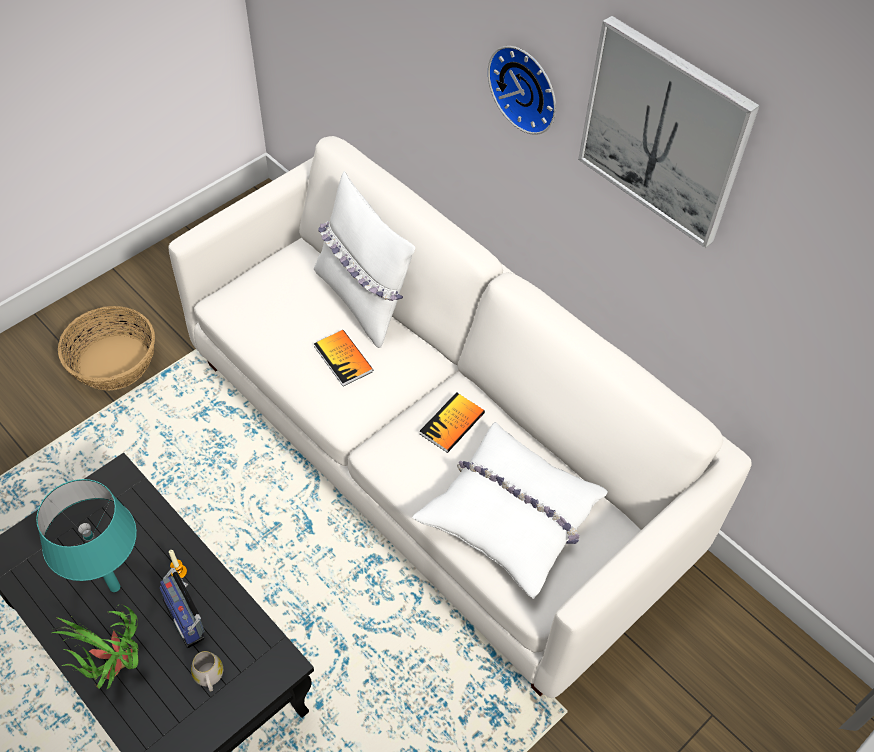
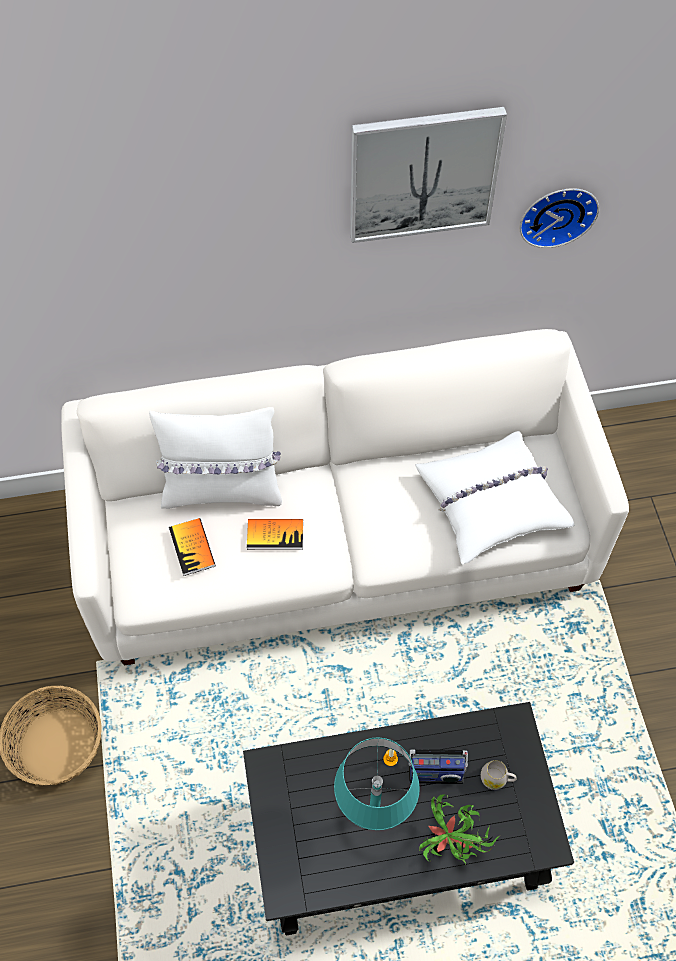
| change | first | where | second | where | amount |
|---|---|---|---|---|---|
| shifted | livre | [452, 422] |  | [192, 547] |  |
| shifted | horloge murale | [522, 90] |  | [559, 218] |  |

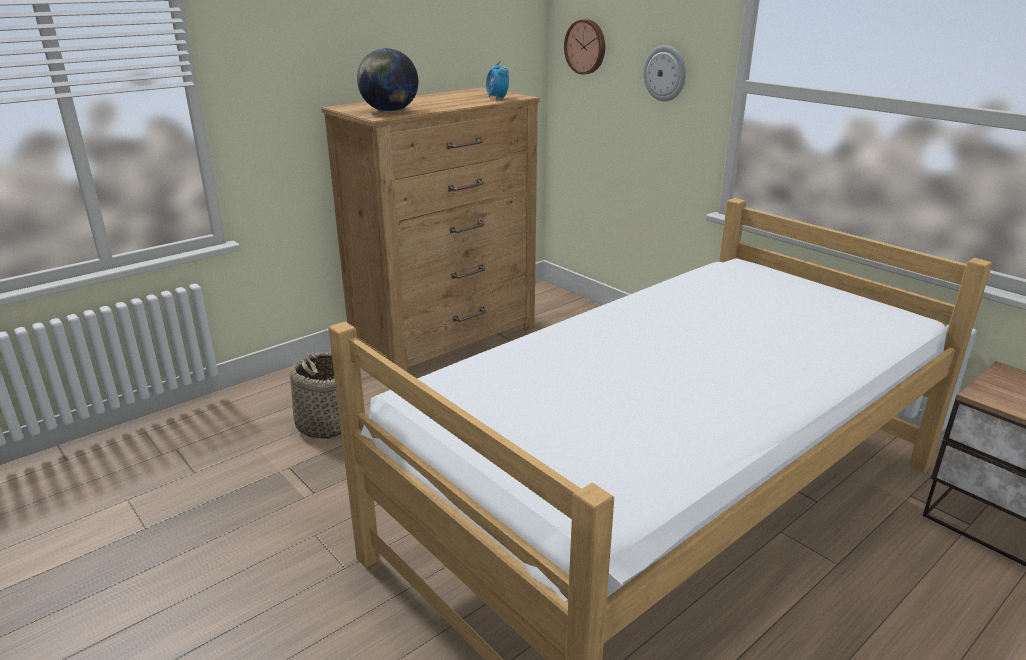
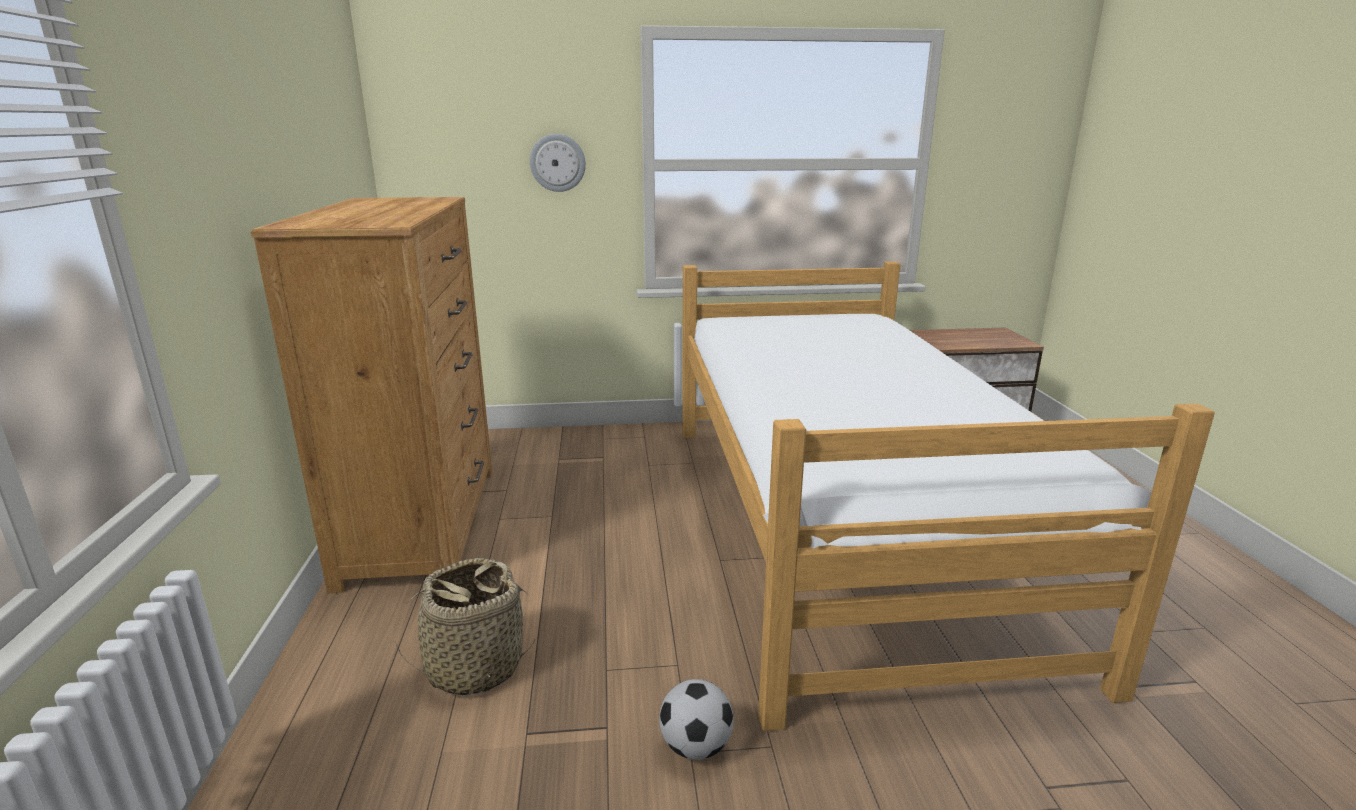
| change | first | where | second | where | amount |
|---|---|---|---|---|---|
| gone | globe | [387, 80] |  |  |  |
| gone | réveil | [497, 80] |  |  |  |
| gone | horloge murale | [584, 47] |  |  |  |
| new |  |  | ballon de foot | [696, 719] |  |

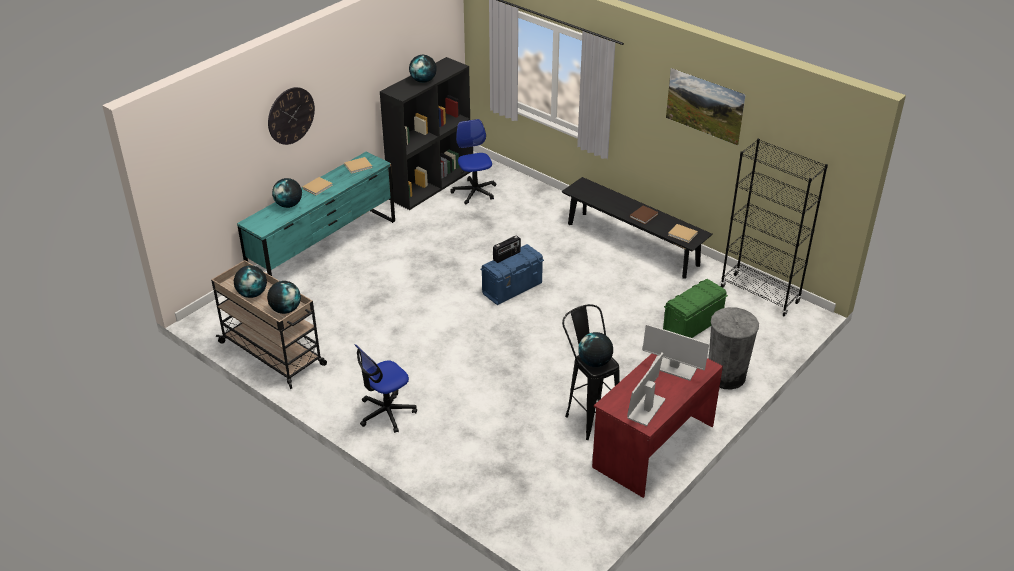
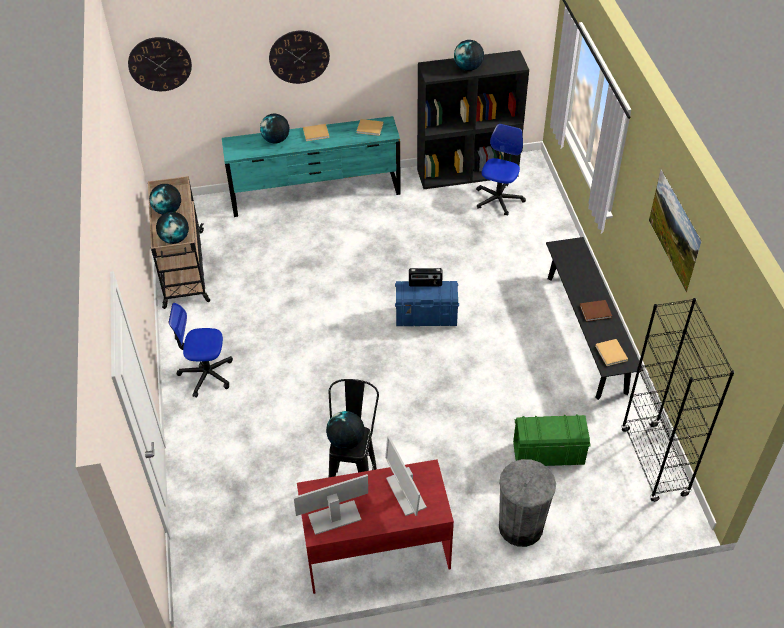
| change | first | where | second | where | amount |
|---|---|---|---|---|---|
| new |  |  | horloge murale | [160, 64] |  |

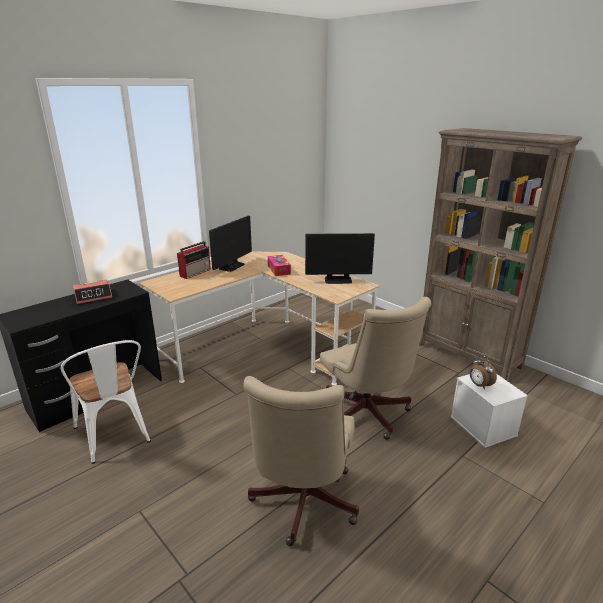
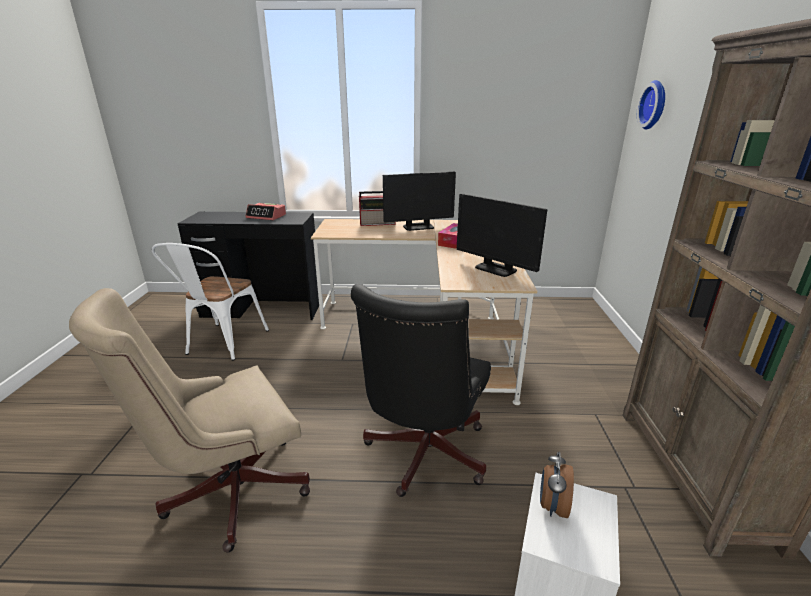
| change | first | where | second | where | amount |
|---|---|---|---|---|---|
| new |  |  | horloge murale | [651, 105] |  |
| repainted | chaise de bureau (beige) | [375, 368] | chaise de bureau (noir) | [421, 390] |  |

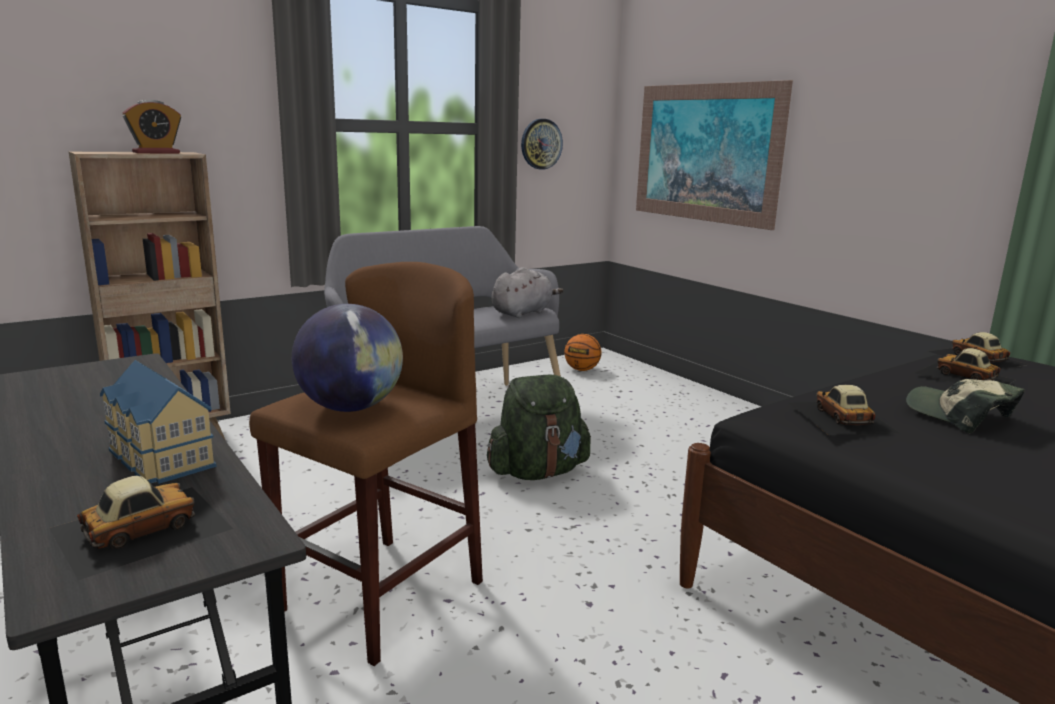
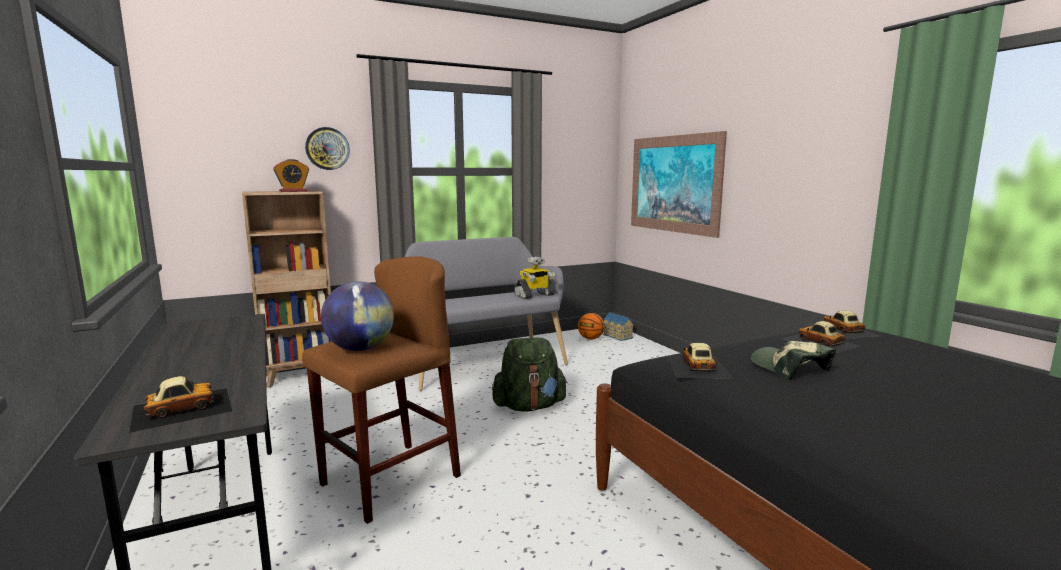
| change | first | where | second | where | amount |
|---|---|---|---|---|---|
| shifted | maison miniature | [158, 422] |  | [618, 326] |  |
| shifted | horloge murale | [542, 144] |  | [327, 148] |  |
| swapped | peluche (gris) | [527, 292] | robot jouet | [534, 278] |  |

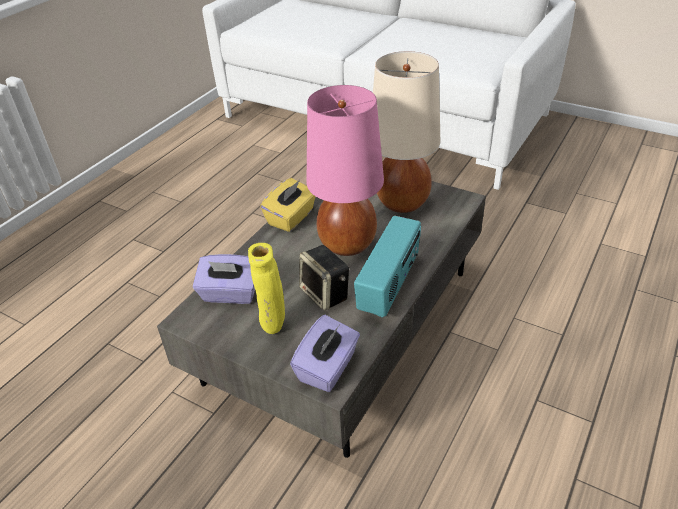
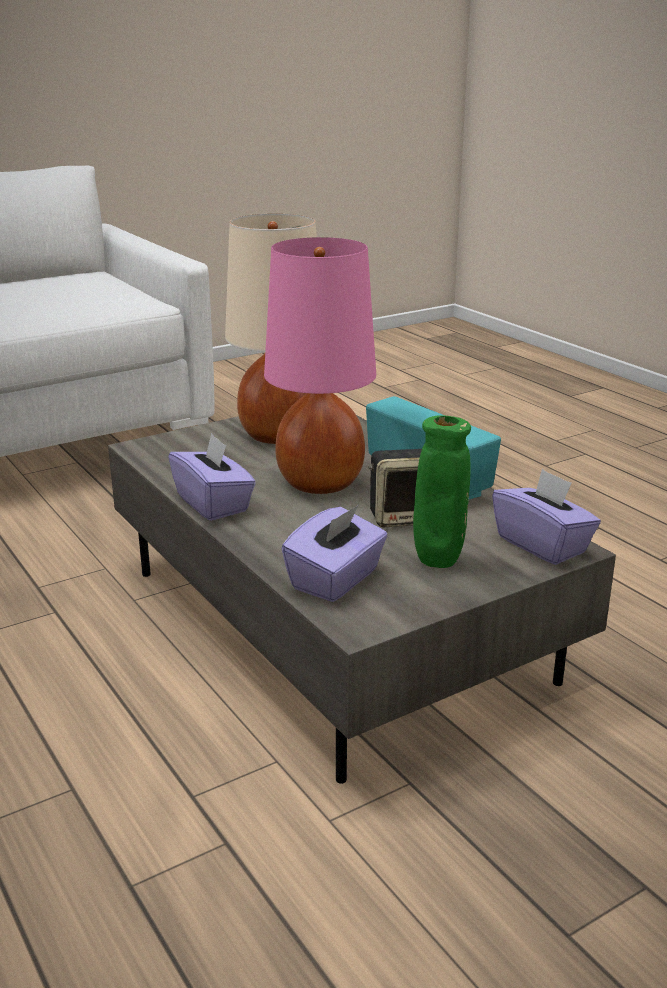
| change | first | where | second | where | amount |
|---|---|---|---|---|---|
| repainted | vase (jaune) | [266, 288] | vase (vert) | [442, 491] |  |
| repainted | boîte à mouchoirs (jaune) | [288, 205] | boîte à mouchoirs (violet) | [212, 477] |  |

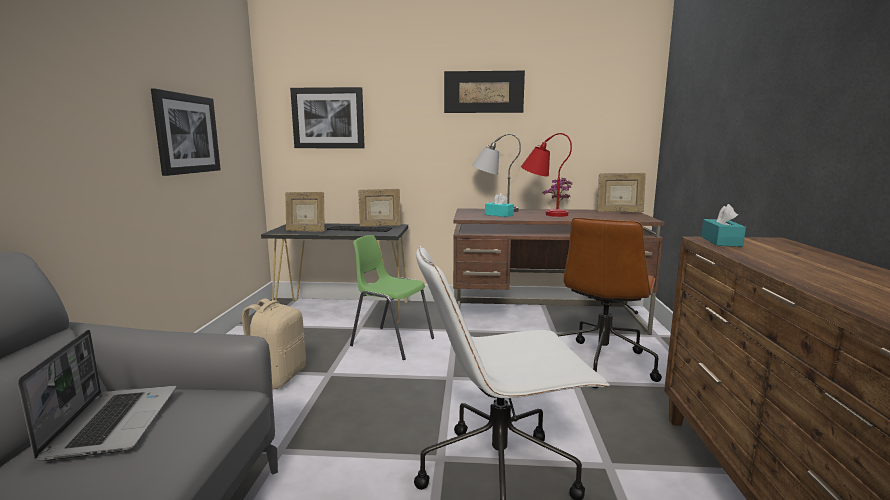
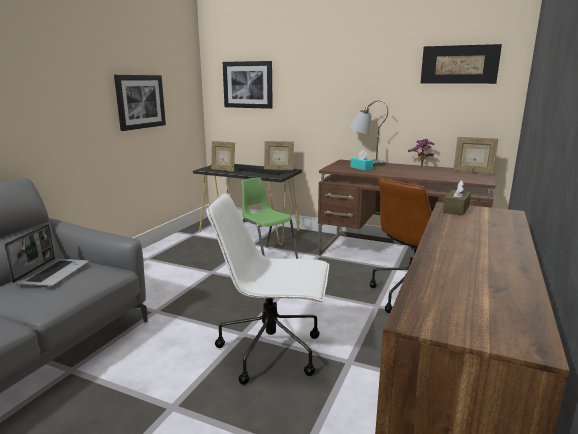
| change | first | where | second | where | amount |
|---|---|---|---|---|---|
| gone | sac à dos (beige) | [274, 344] |  |  |  |
| gone | lampe de table (rouge) | [546, 175] |  |  |  |
| shifted | tableau | [484, 92] |  | [461, 64] |  |
| repainted | boîte à mouchoirs (turquoise) | [723, 225] | boîte à mouchoirs (marron) | [457, 197] |  |

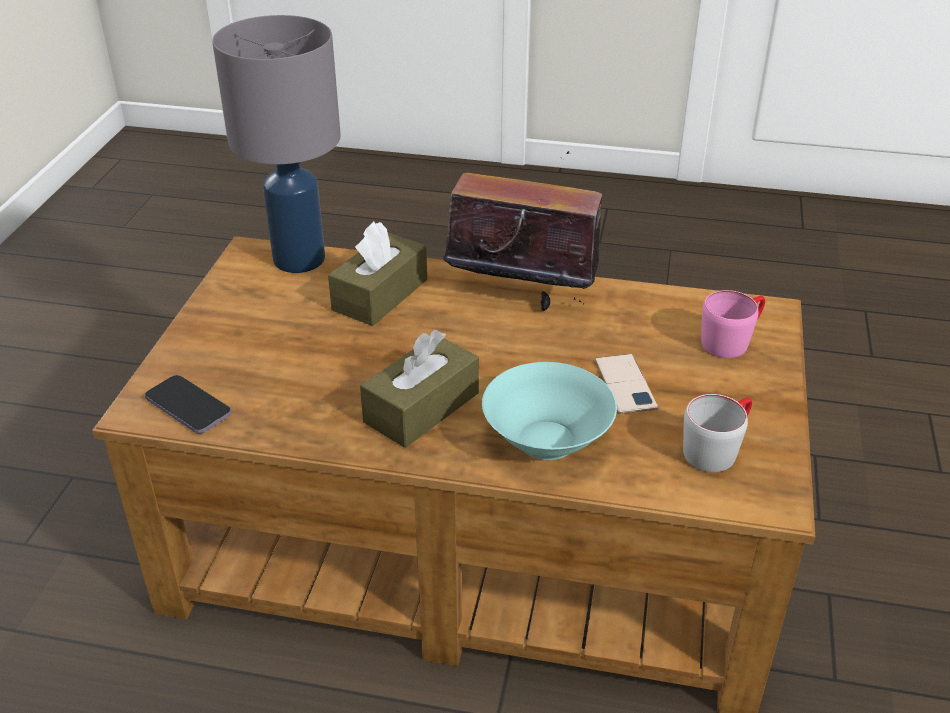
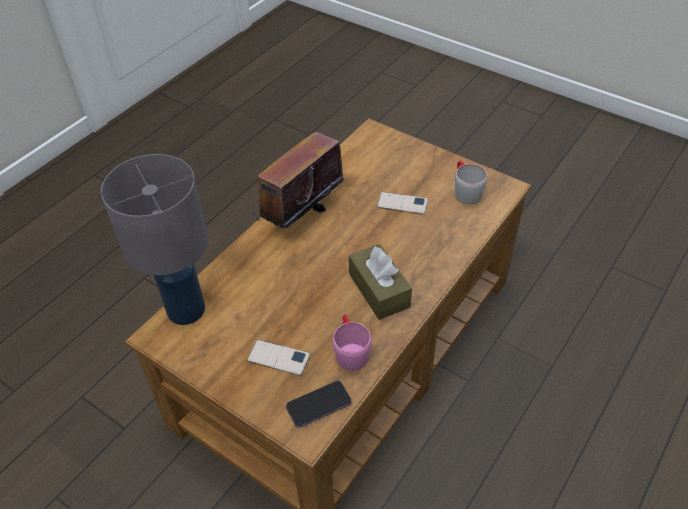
| change | first | where | second | where | amount |
|---|---|---|---|---|---|
| gone | boîte à mouchoirs (marron) | [377, 274] |  |  |  |
| gone | bol (turquoise) | [549, 411] |  |  |  |
| new |  |  | téléphone | [278, 357] |  |
| shifted | mug (rose) | [733, 324] |  | [352, 342] |  |

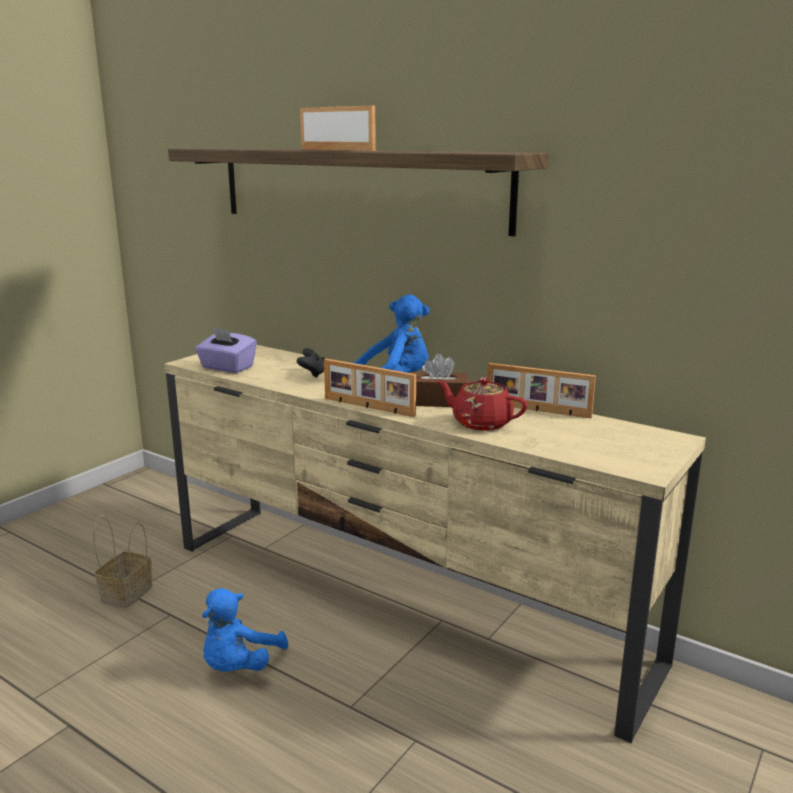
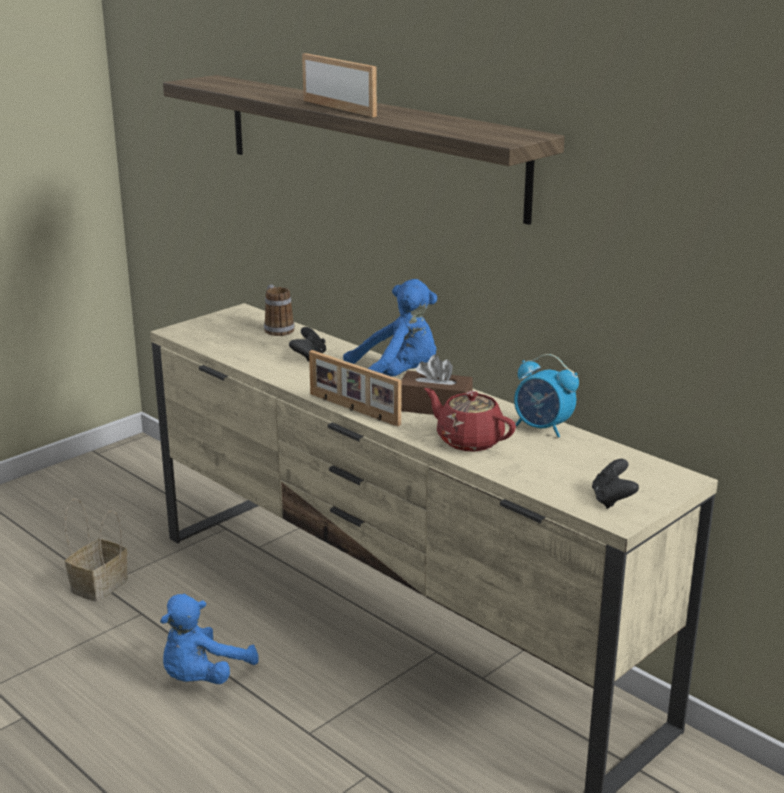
| change | first | where | second | where | amount |
|---|---|---|---|---|---|
| gone | boîte à mouchoirs (violet) | [226, 350] |  |  |  |
| new |  |  | mug | [279, 310] |  |
| new |  |  | manette (noir) | [615, 484] |  |
| swapped | cadre photo | [541, 390] | réveil | [546, 395] |  |

